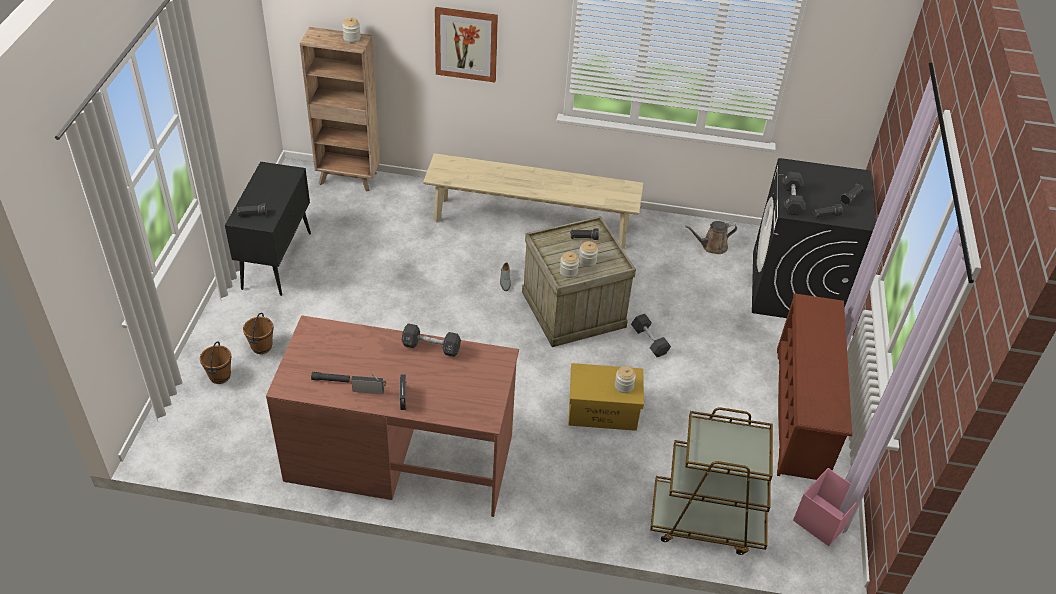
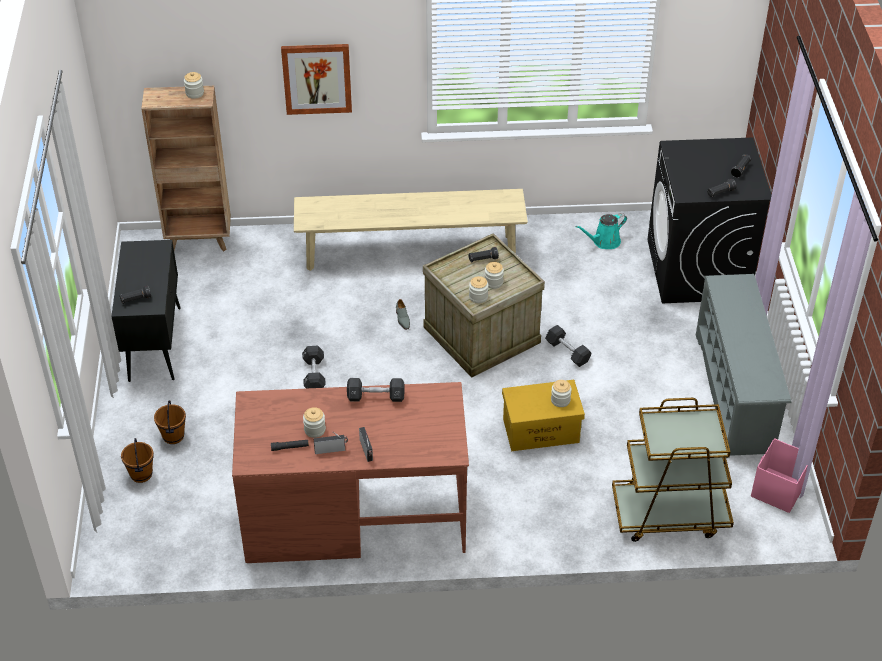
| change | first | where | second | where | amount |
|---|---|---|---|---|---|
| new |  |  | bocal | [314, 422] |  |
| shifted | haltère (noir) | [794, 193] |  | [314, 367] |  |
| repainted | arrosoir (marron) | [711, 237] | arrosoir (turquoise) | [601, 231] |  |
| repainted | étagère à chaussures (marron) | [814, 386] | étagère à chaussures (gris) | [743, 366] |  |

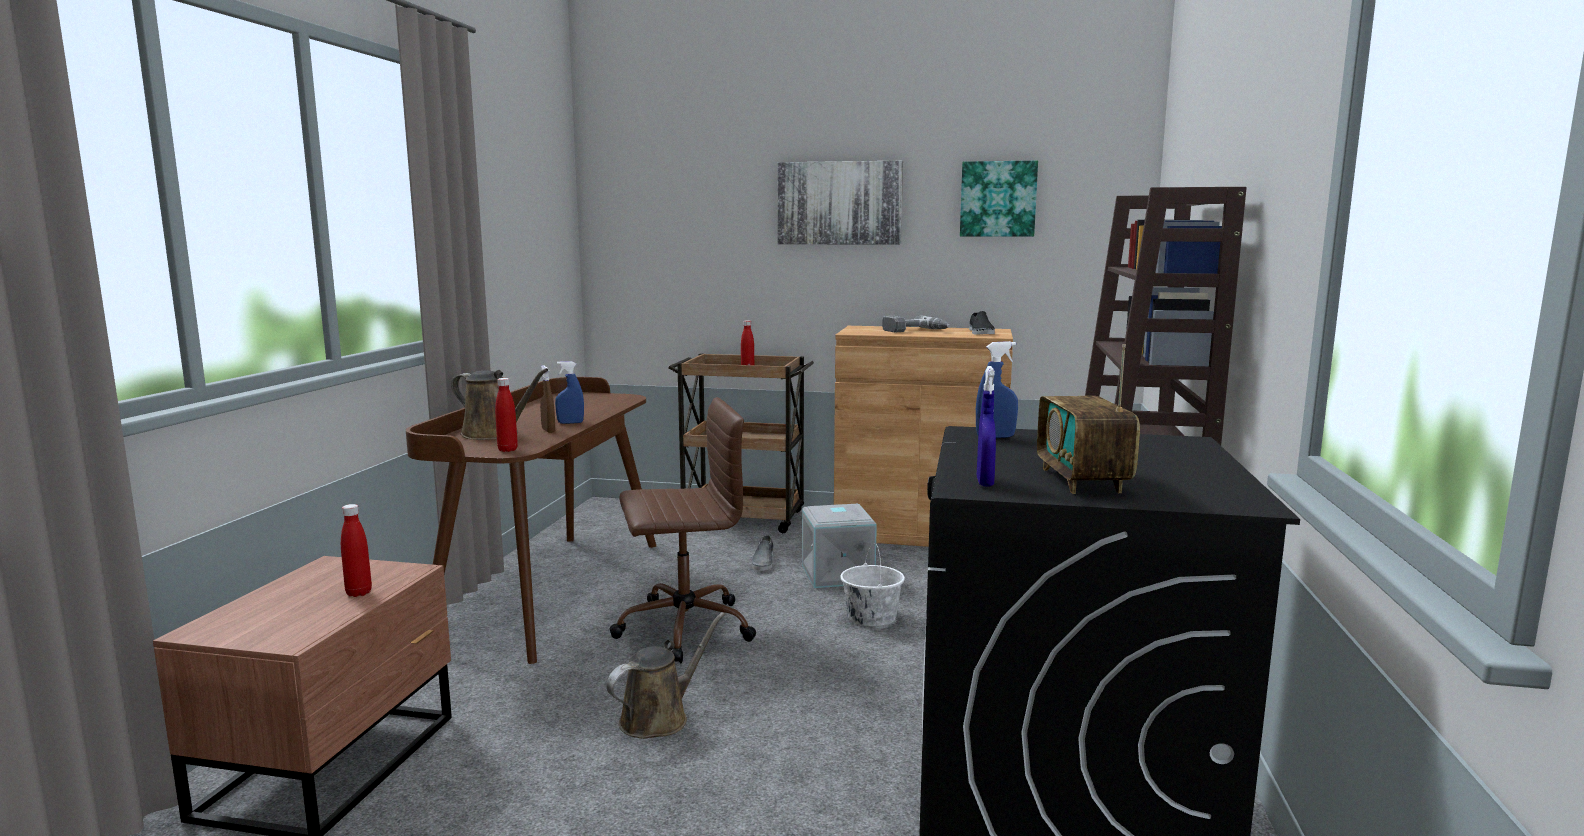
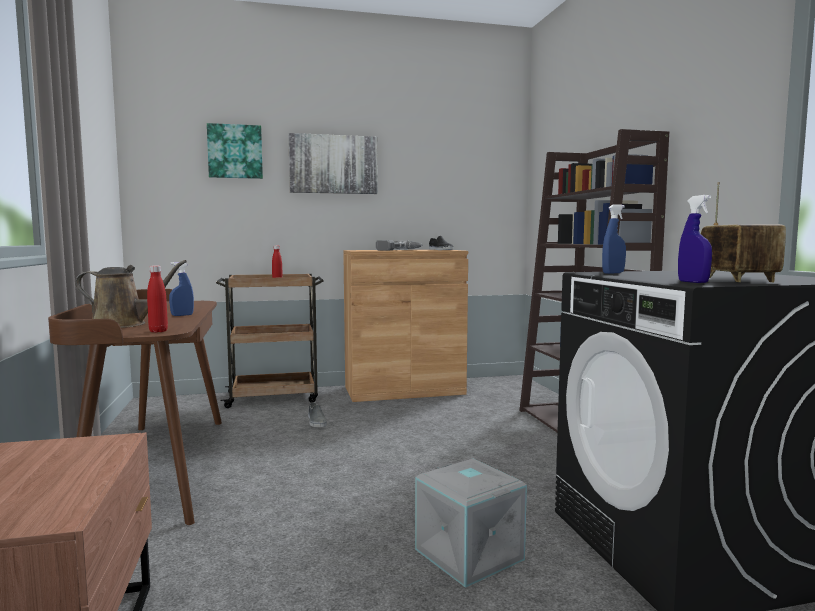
| change | first | where | second | where | amount |
|---|---|---|---|---|---|
| gone | bouteille (rouge) | [356, 550] |  |  |  |
| gone | vaporisateur (marron) | [547, 399] |  |  |  |
| gone | arrosoir (marron) | [665, 675] |  |  |  |
| gone | chaise de bureau (marron) | [682, 530] |  |  |  |
| gone | seau (blanc) | [872, 585] |  |  |  |
| shifted | boîte de rangement (gris) | [839, 546] |  | [471, 523] |  |
| shifted | tableau | [999, 199] |  | [235, 151] |  |
| rotated | radio | [1088, 419] |  | [743, 232] | 150 degrees counterclockwise |

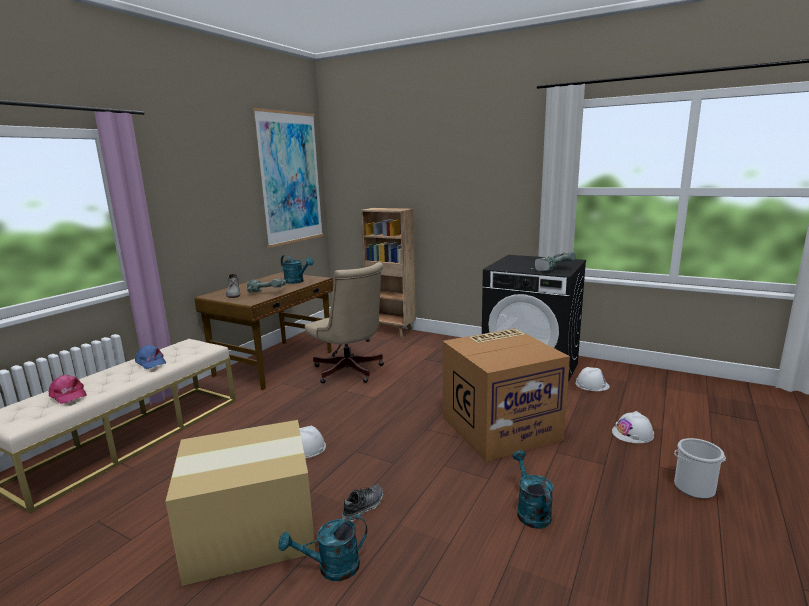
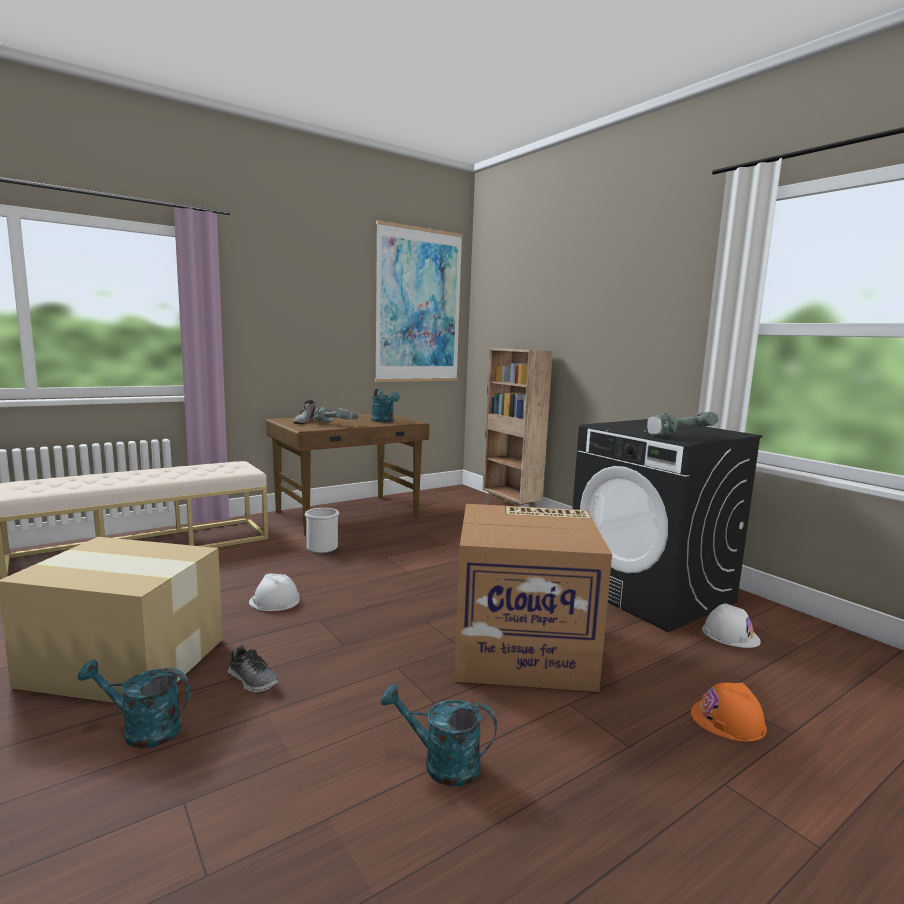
| change | first | where | second | where | amount |
|---|---|---|---|---|---|
| gone | casquette (rose) | [67, 389] |  |  |  |
| gone | casquette (bleu) | [150, 357] |  |  |  |
| gone | chaise de bureau (beige) | [344, 323] |  |  |  |
| shifted | seau | [700, 468] |  | [322, 530] |  |
| repainted | casque de chantier (blanc) | [633, 427] | casque de chantier (orange) | [729, 712] |  |
| rotated | chaussure | [362, 503] |  | [253, 669] | 60 degrees clockwise |
| rotated | arrosoir (turquoise) | [532, 490] |  | [438, 735] | 90 degrees counterclockwise |

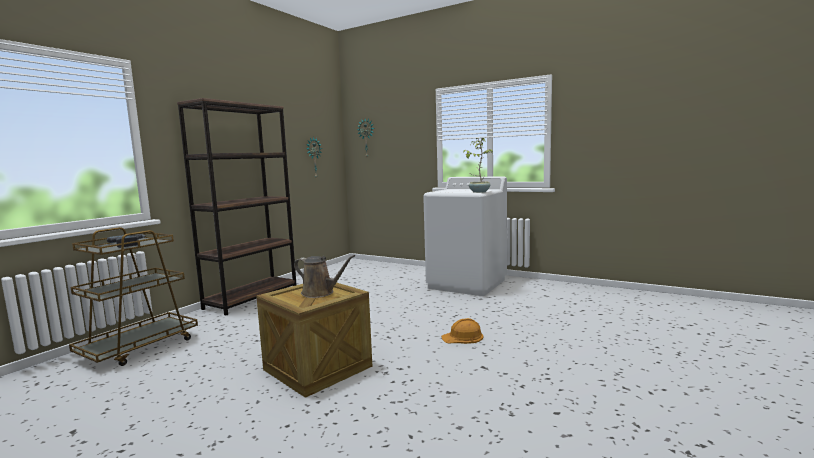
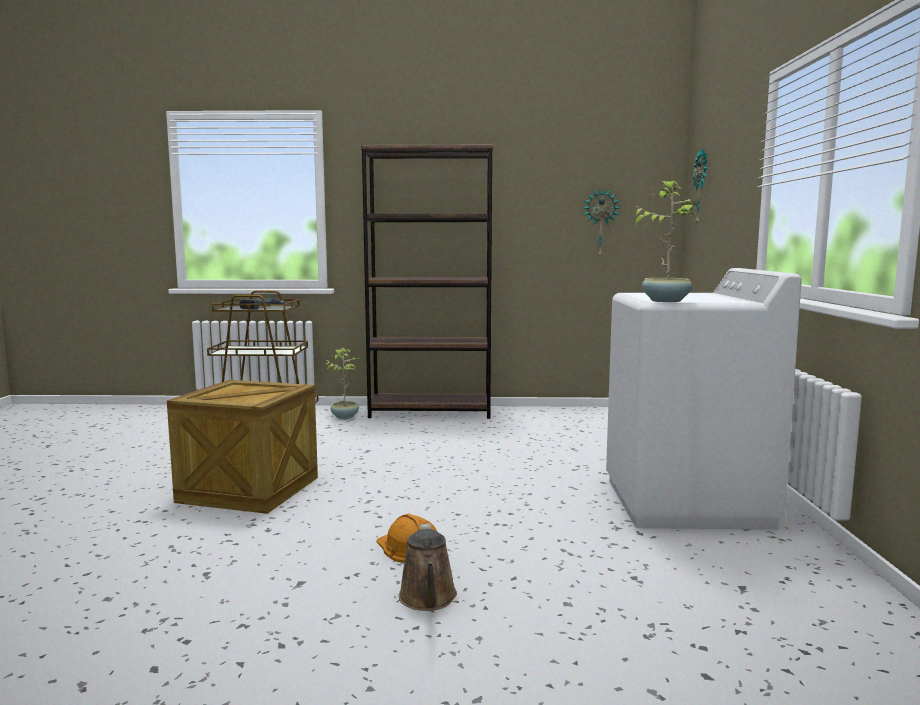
| change | first | where | second | where | amount |
|---|---|---|---|---|---|
| new |  |  | plante en pot | [343, 383] |  |
| shifted | arrosoir (marron) | [324, 276] |  | [427, 567] |  |

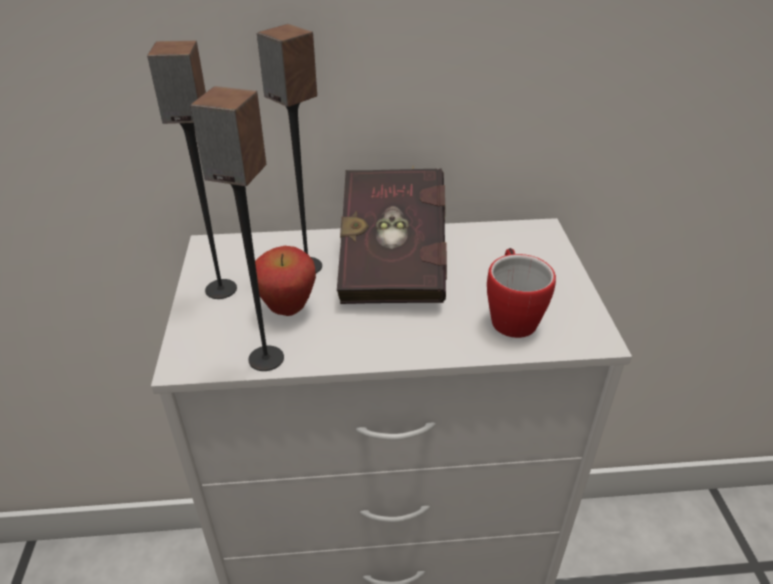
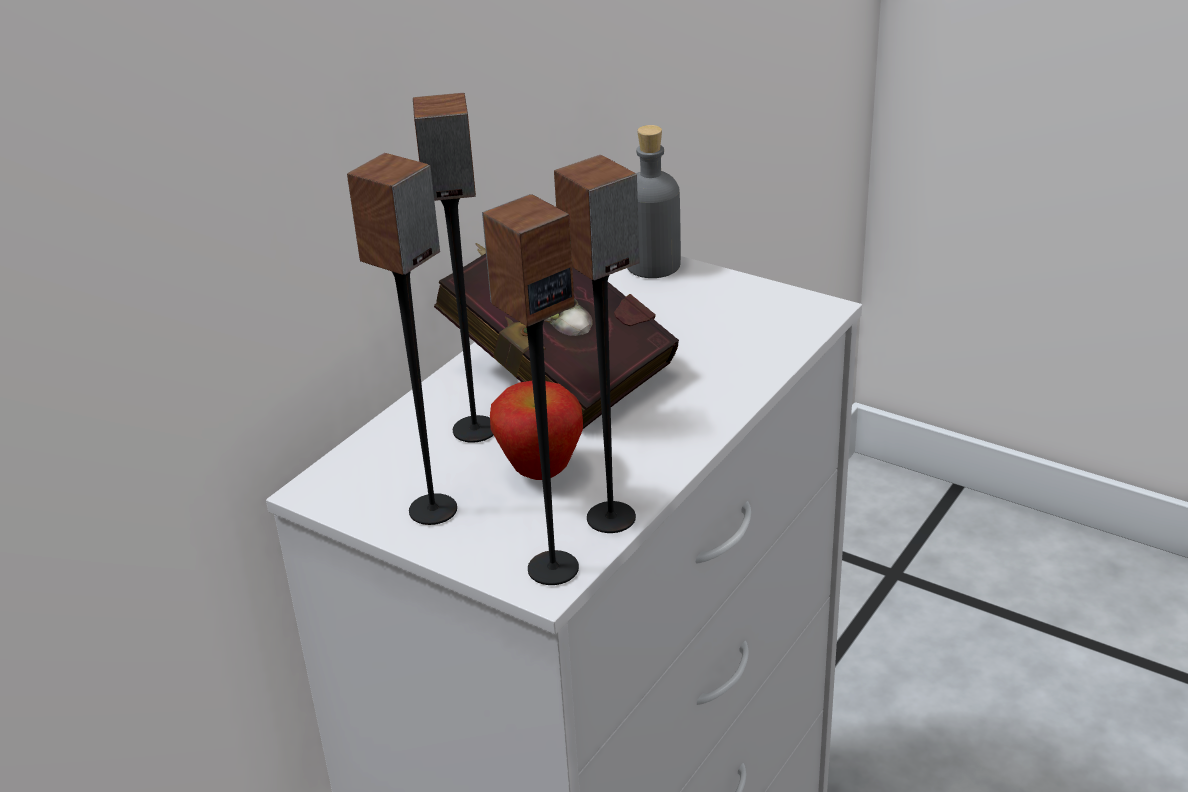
| change | first | where | second | where | amount |
|---|---|---|---|---|---|
| gone | mug | [521, 293] |  |  |  |
| new |  |  | enceinte | [530, 389] |  |
| new |  |  | bouteille (gris) | [654, 201] |  |

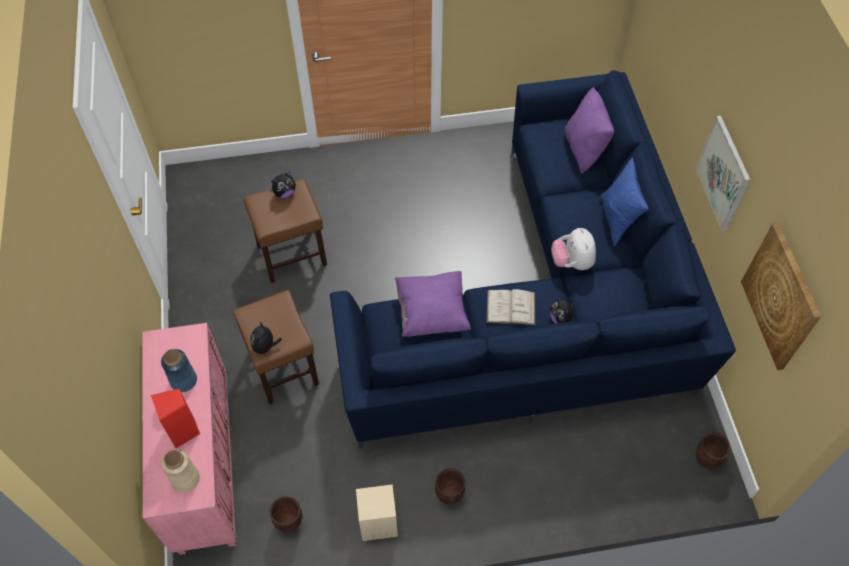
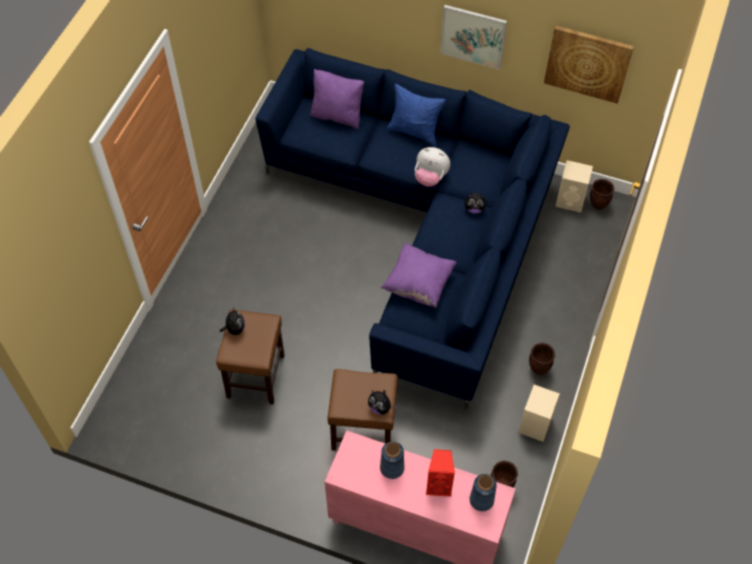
| change | first | where | second | where | amount |
|---|---|---|---|---|---|
| gone | livre (blanc) | [510, 307] |  |  |  |
| new |  |  | enceinte (beige) | [574, 186] |  |
| repainted | vase (beige) | [180, 470] | vase (bleu) | [483, 492] |  |

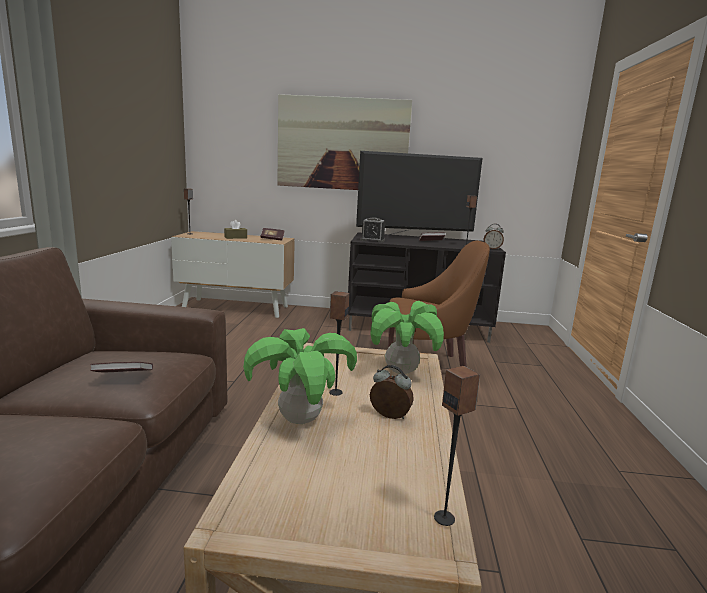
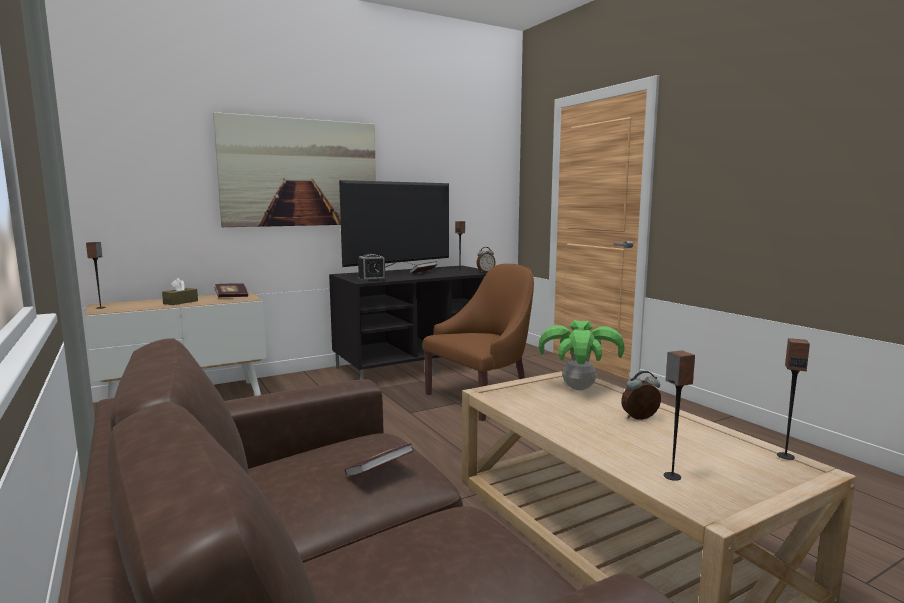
| change | first | where | second | where | amount |
|---|---|---|---|---|---|
| gone | plante en pot | [300, 376] |  |  |  |
| shifted | enceinte | [339, 343] |  | [679, 416] |  |

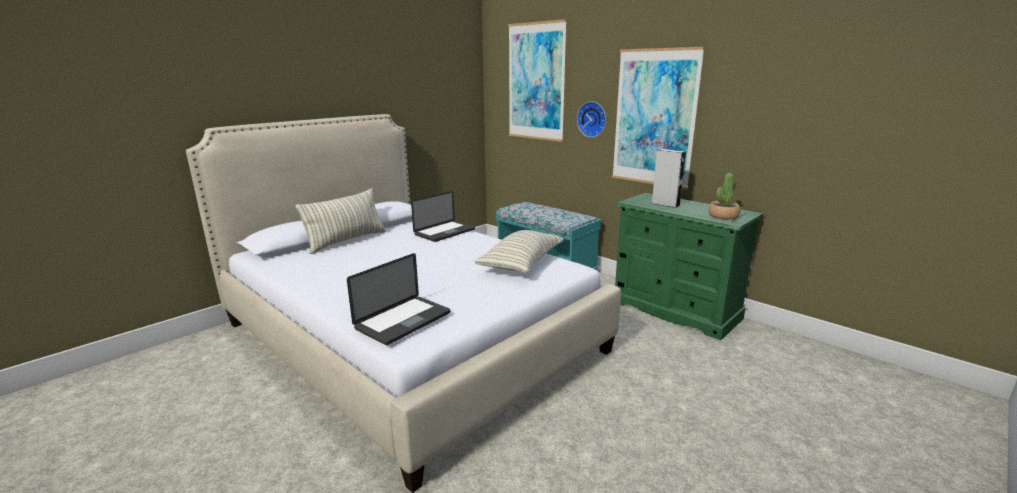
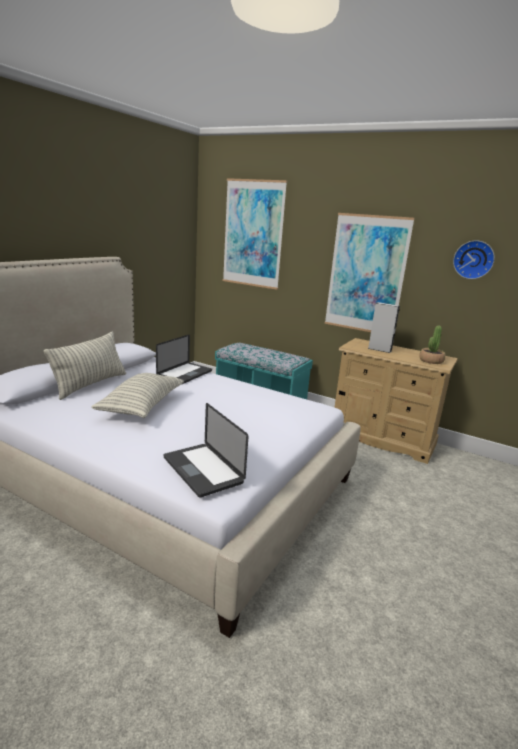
| change | first | where | second | where | amount |
|---|---|---|---|---|---|
| shifted | coussin | [519, 252] |  | [137, 395] |  |
| shifted | horloge murale | [591, 119] |  | [474, 259] |  |
| repainted | commode (vert) | [689, 266] | commode (beige) | [396, 401] |  |
| rotated | ordinateur portable | [398, 299] |  | [206, 450] | 120 degrees clockwise |

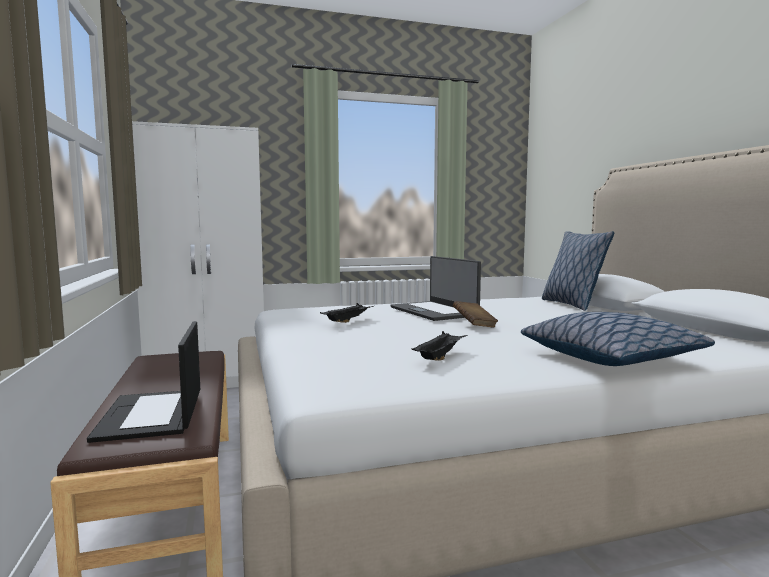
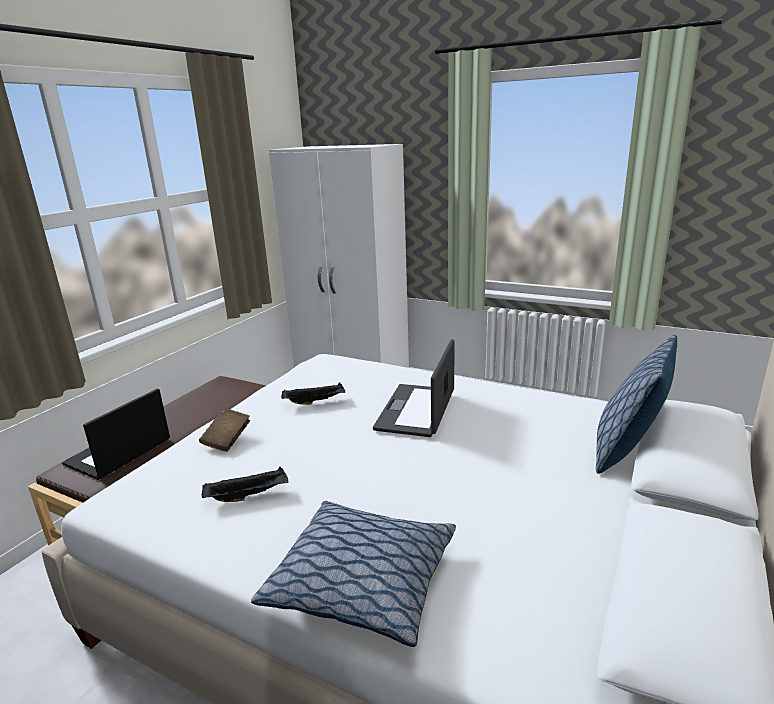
| change | first | where | second | where | amount |
|---|---|---|---|---|---|
| shifted | livre (marron) | [475, 314] |  | [224, 430] |  |

